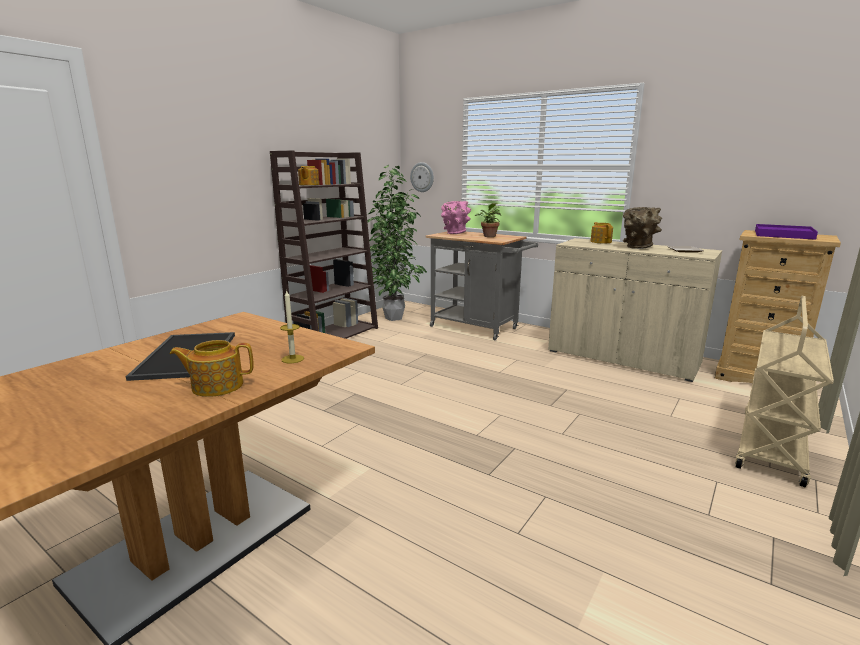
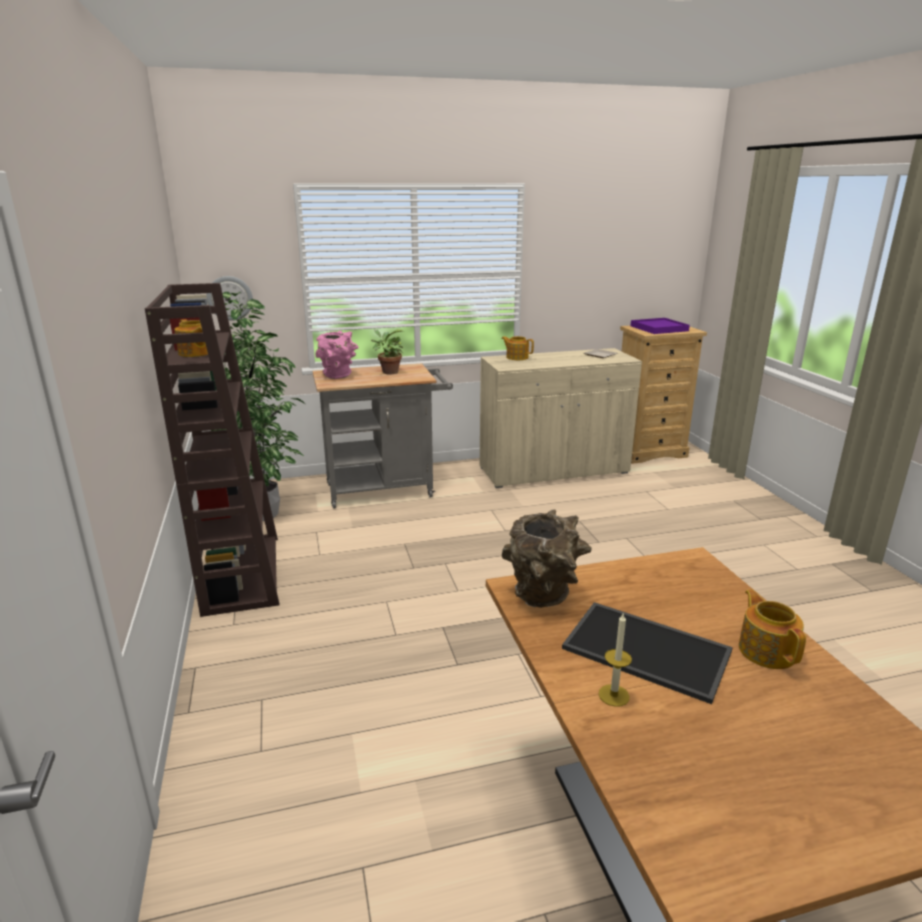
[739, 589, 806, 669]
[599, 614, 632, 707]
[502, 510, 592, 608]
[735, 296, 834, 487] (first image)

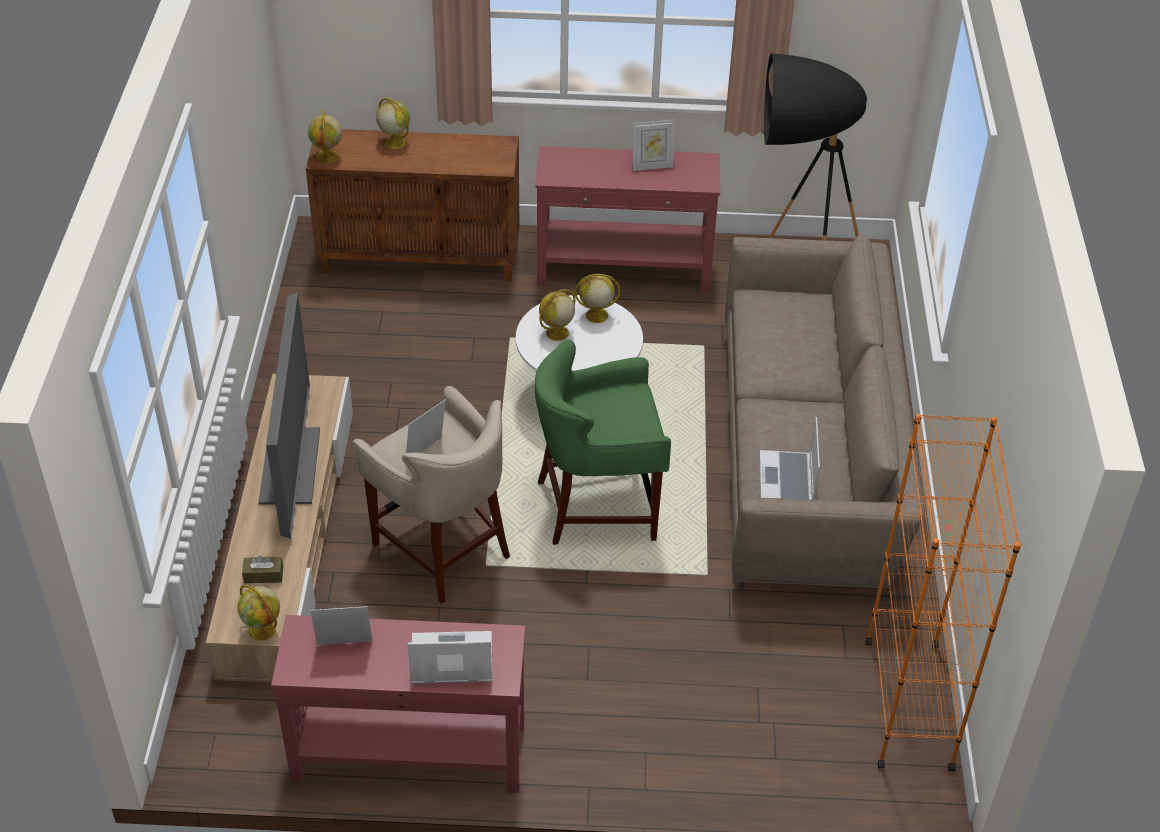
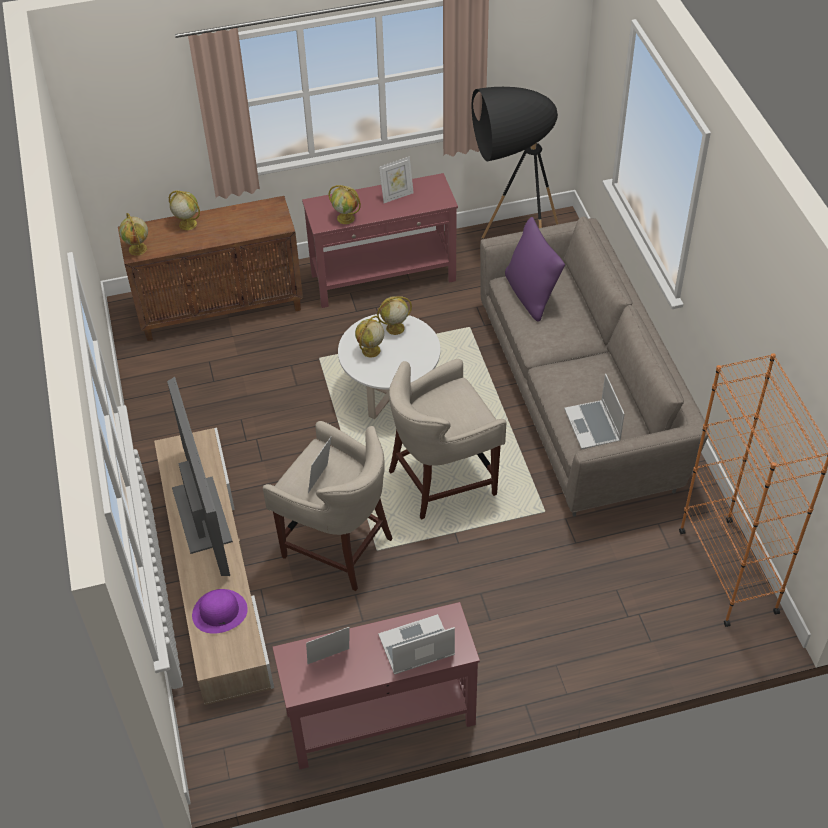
[329, 185, 361, 224]
[192, 589, 248, 634]
[389, 359, 506, 520]
[505, 217, 565, 322]

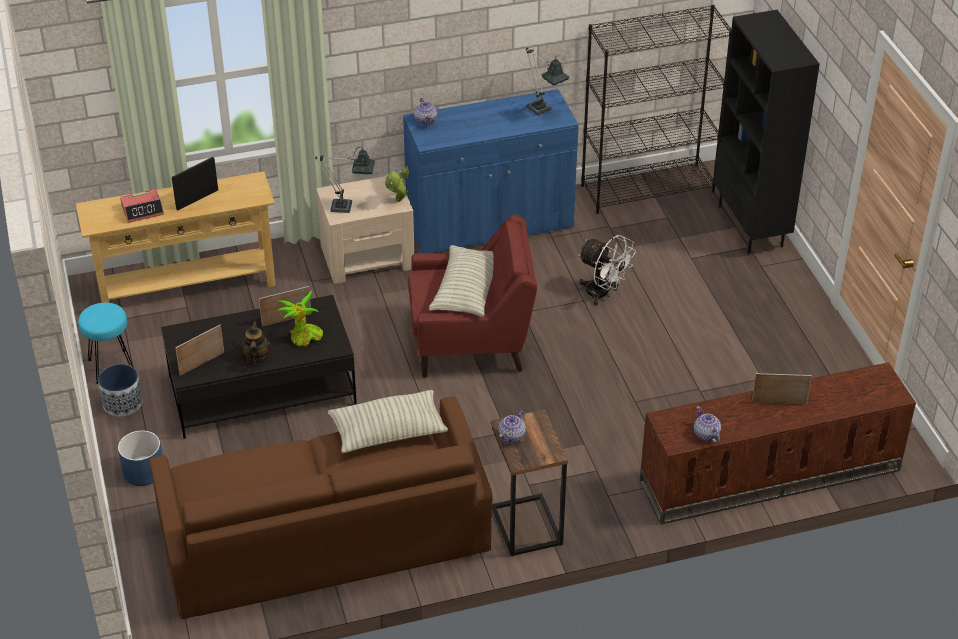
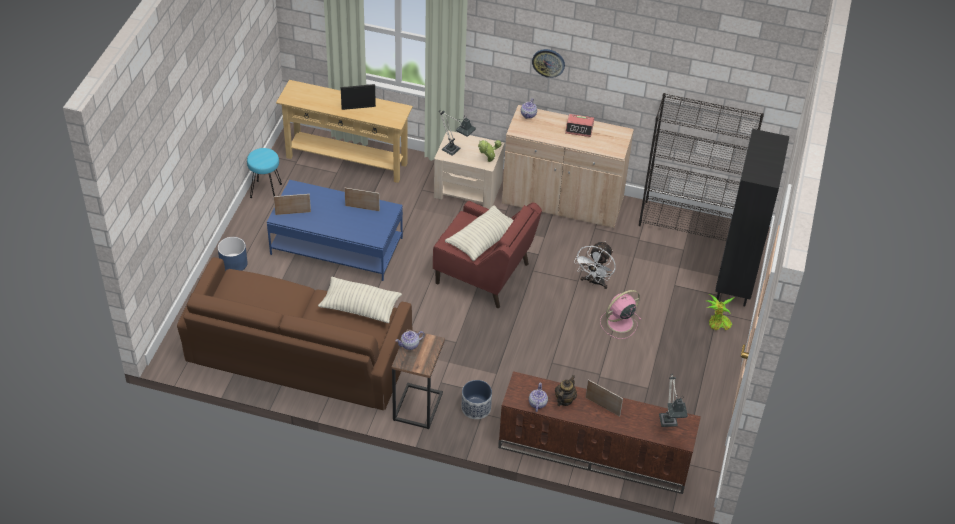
[461, 380, 492, 419]
[565, 114, 594, 137]
[267, 180, 403, 281]
[555, 375, 577, 406]
[706, 294, 735, 330]
[502, 105, 634, 228]
[659, 374, 688, 427]
[574, 241, 616, 289]
[532, 49, 565, 78]
[600, 290, 642, 339]

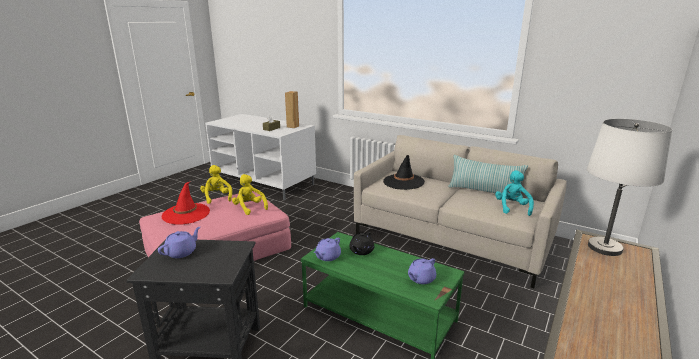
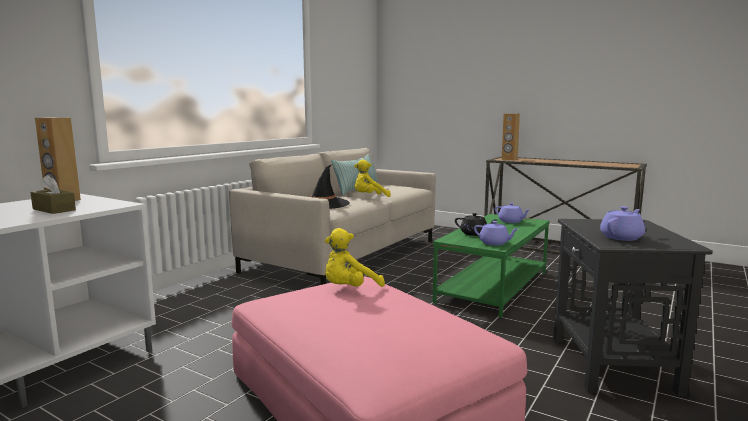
[600, 206, 645, 241]
[162, 181, 210, 225] (first image)
[354, 159, 391, 197]
[495, 170, 534, 216] (first image)
[501, 113, 520, 160]

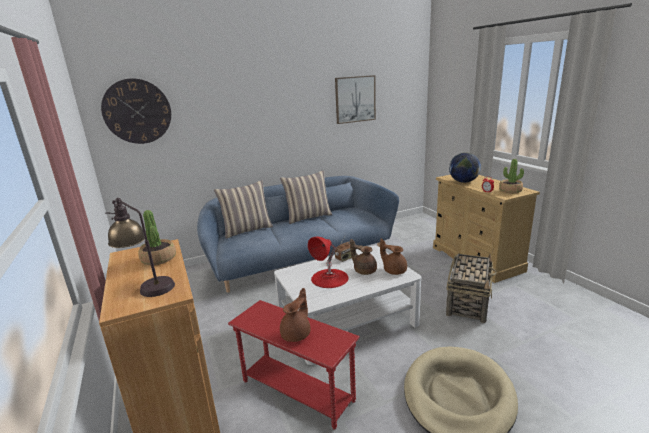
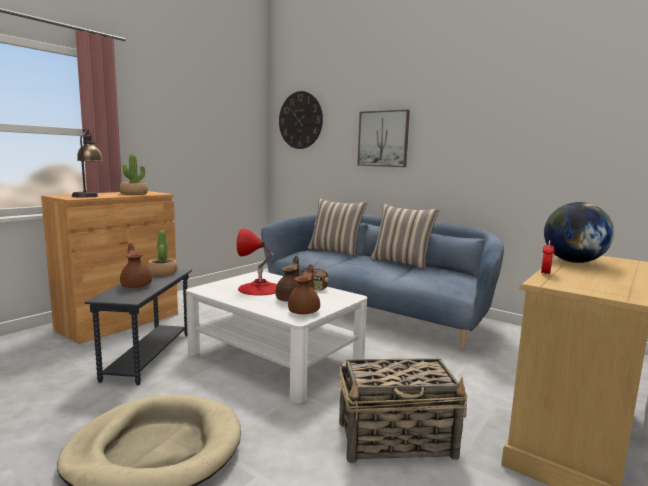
[85, 269, 192, 385]
[120, 243, 152, 288]
[357, 110, 410, 167]
[147, 230, 178, 276]

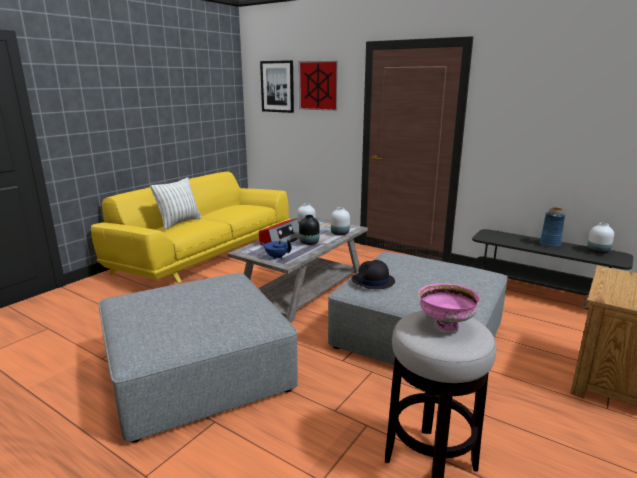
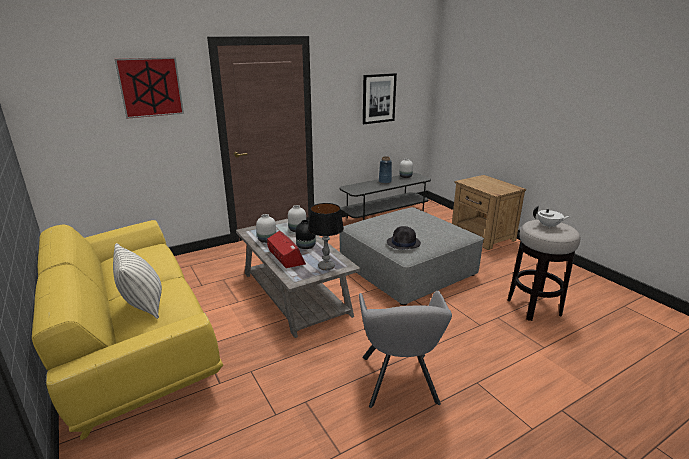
[359, 291, 452, 408]
[363, 73, 397, 124]
[308, 203, 344, 270]
[533, 206, 571, 229]

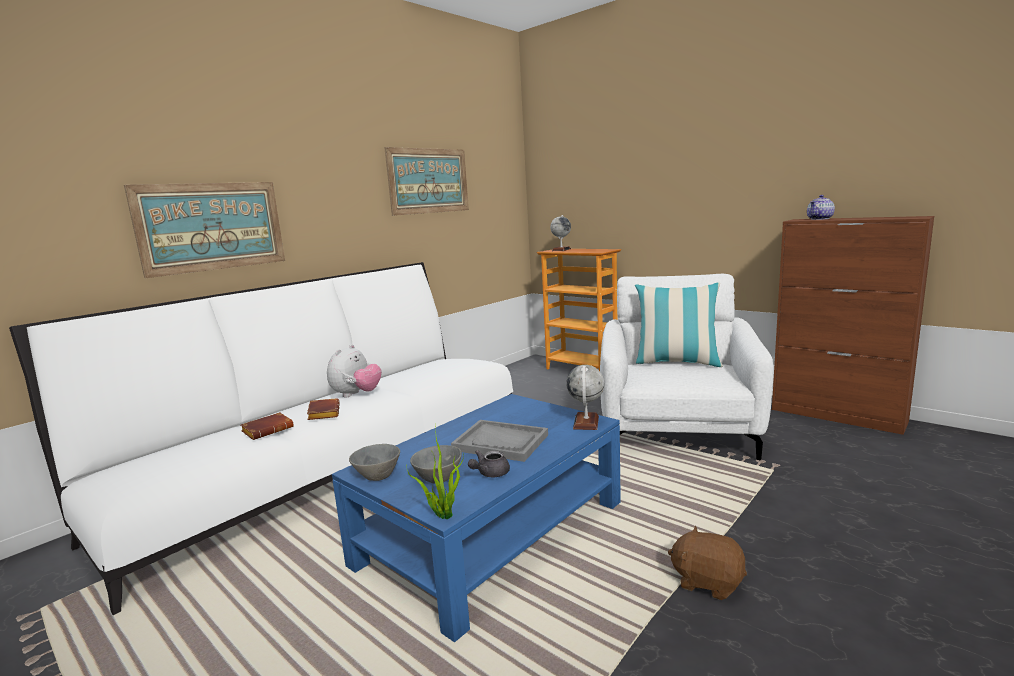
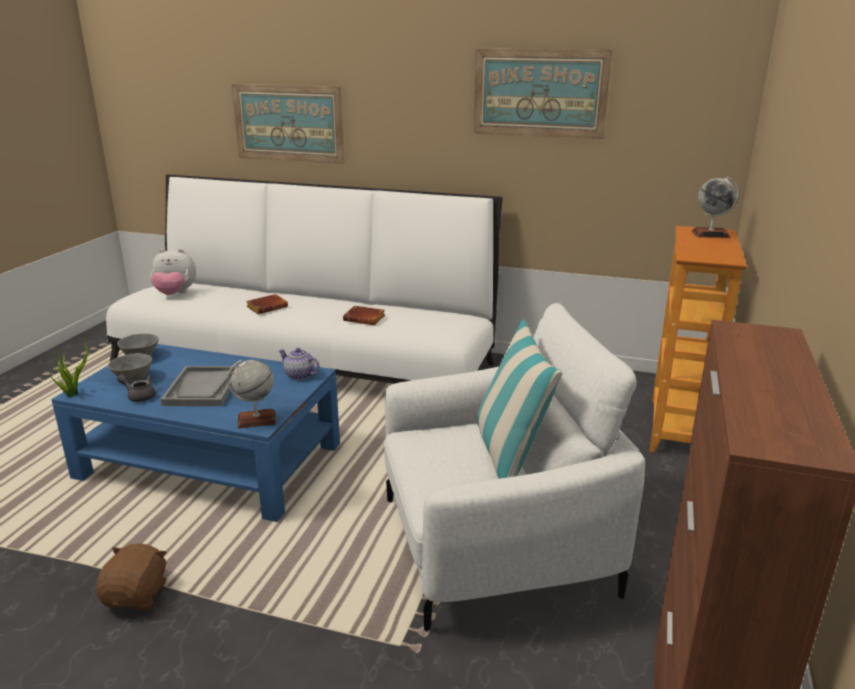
[343, 306, 385, 325]
[150, 249, 196, 295]
[278, 348, 320, 380]

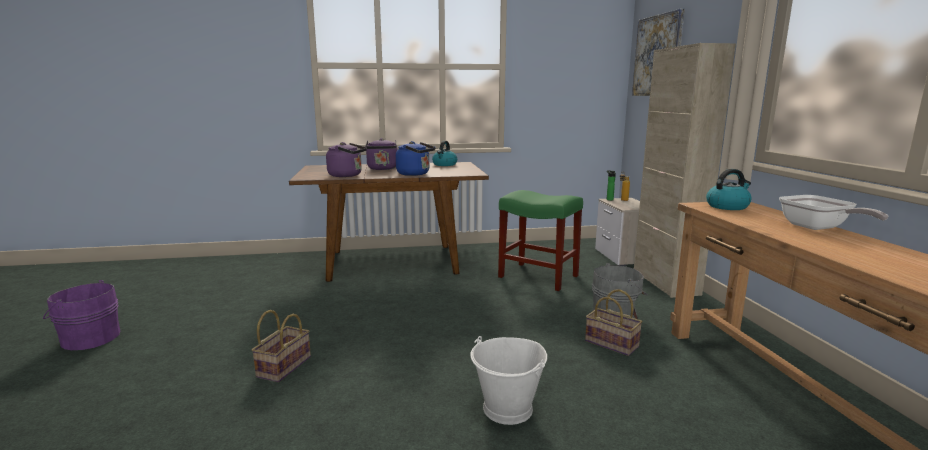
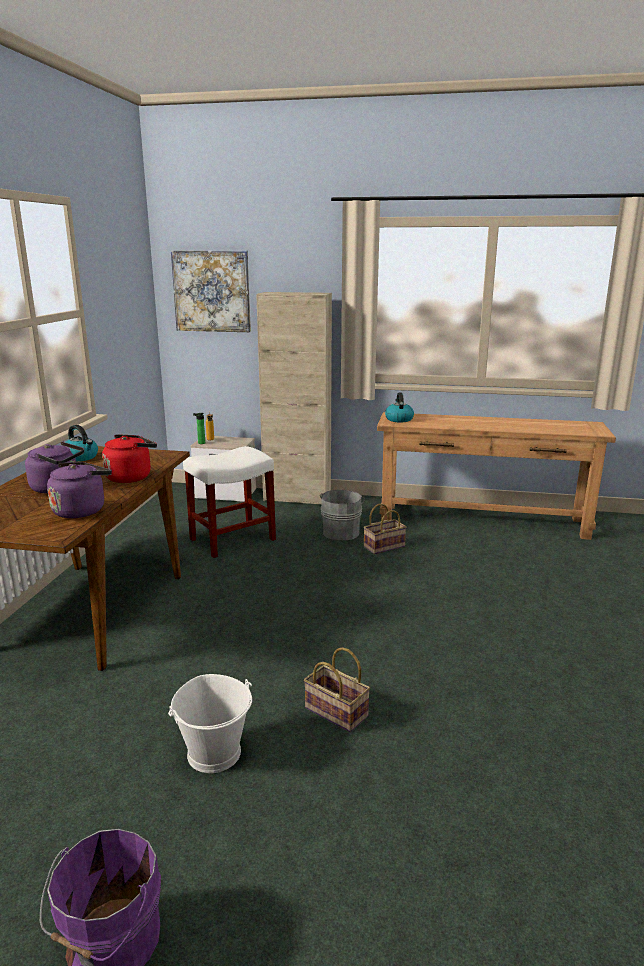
[102, 434, 157, 483]
[168, 674, 252, 773]
[183, 446, 276, 558]
[779, 195, 888, 230] (first image)

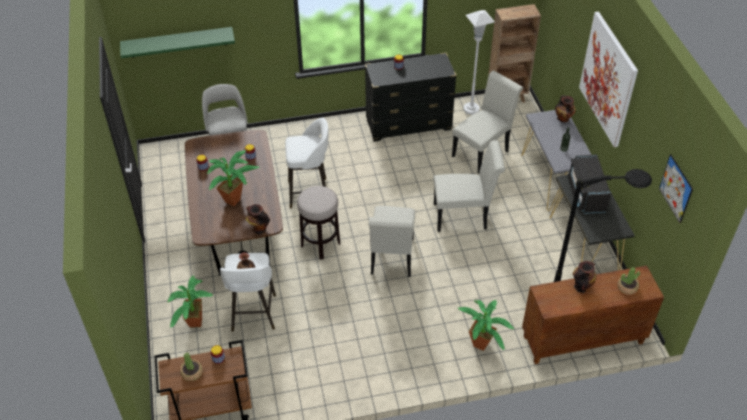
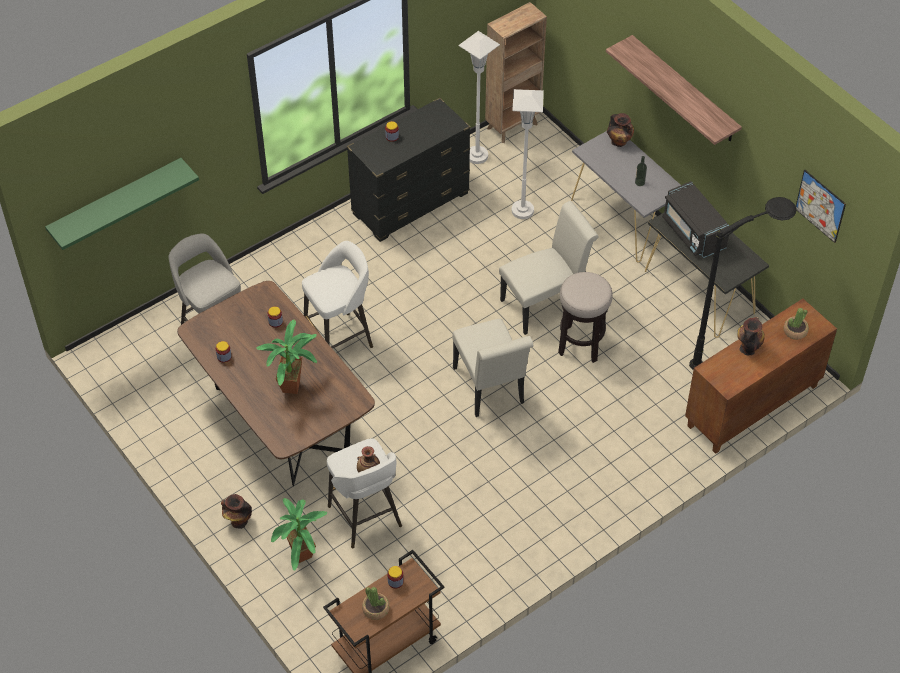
[221, 494, 252, 529]
[558, 272, 613, 363]
[512, 89, 544, 219]
[458, 300, 514, 351] (first image)
[606, 35, 742, 145]

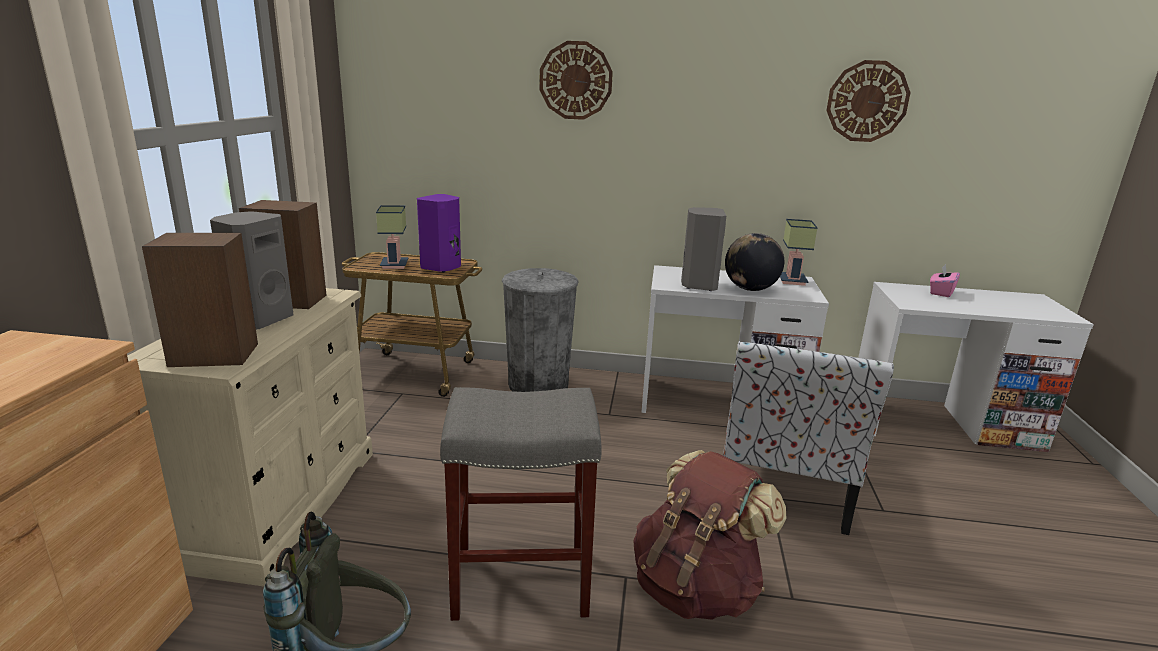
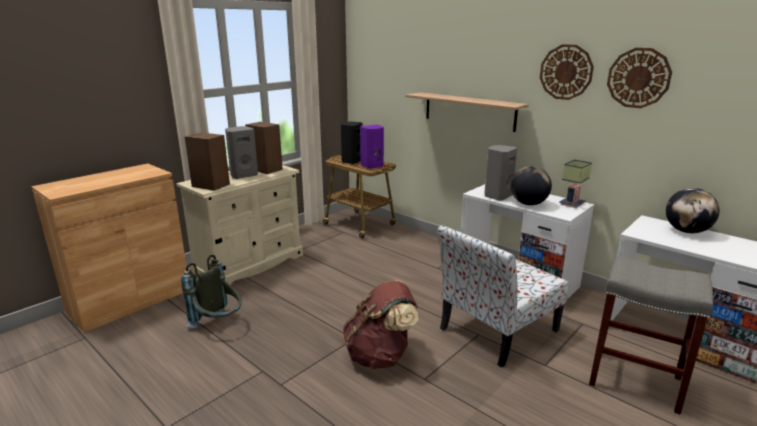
[341, 122, 363, 164]
[589, 256, 713, 414]
[502, 268, 579, 392] (first image)
[540, 44, 594, 100]
[666, 188, 719, 233]
[406, 92, 529, 132]

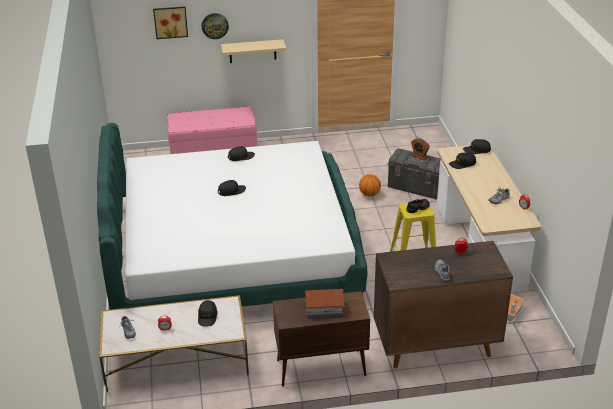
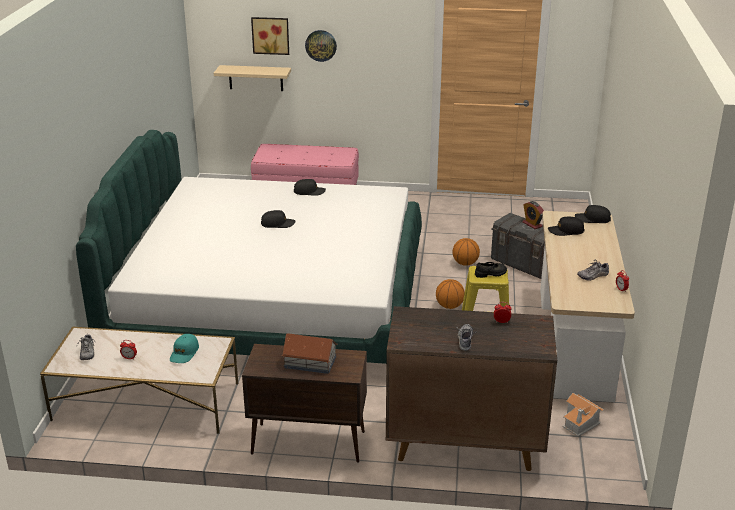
[170, 334, 199, 363]
[214, 65, 291, 91]
[436, 279, 465, 309]

